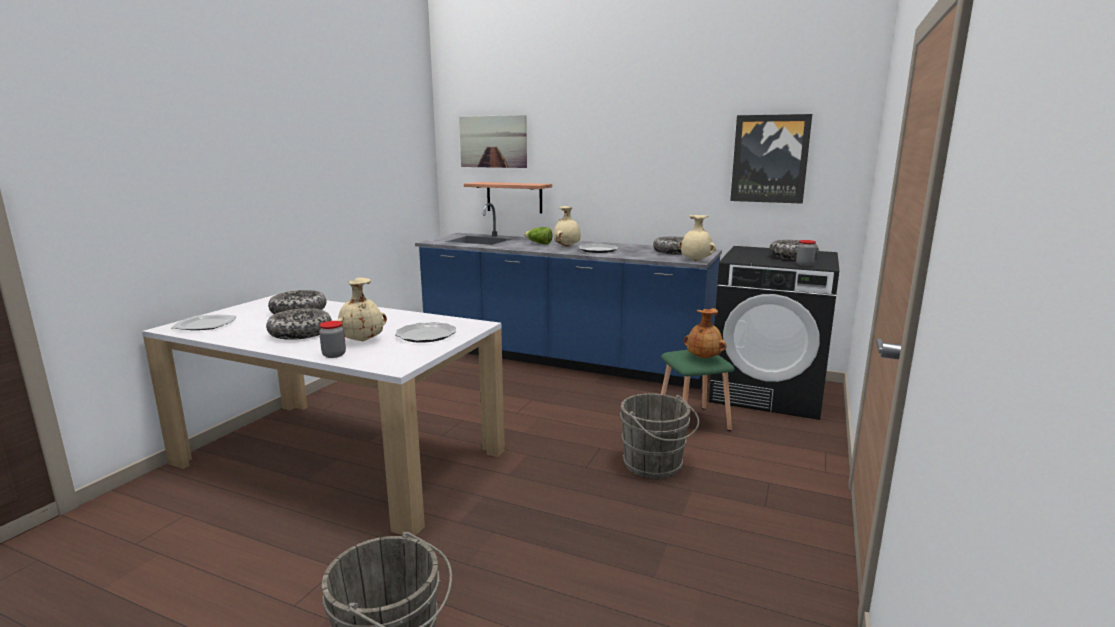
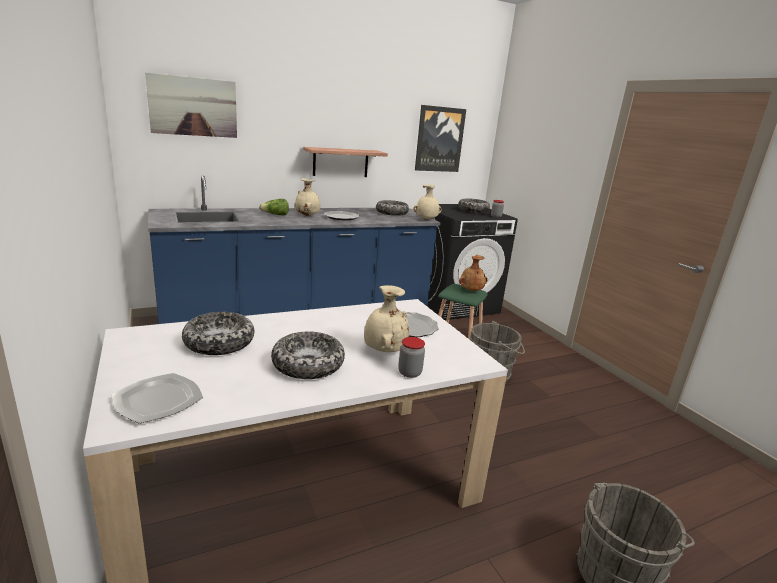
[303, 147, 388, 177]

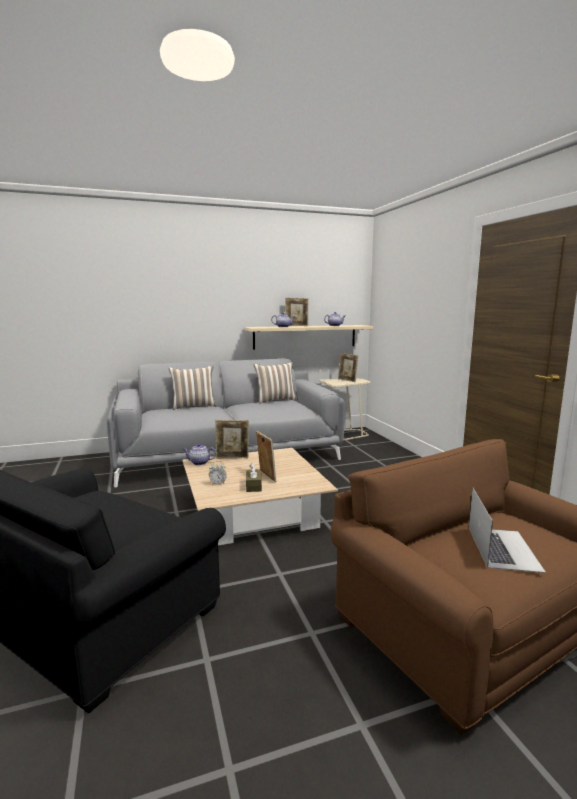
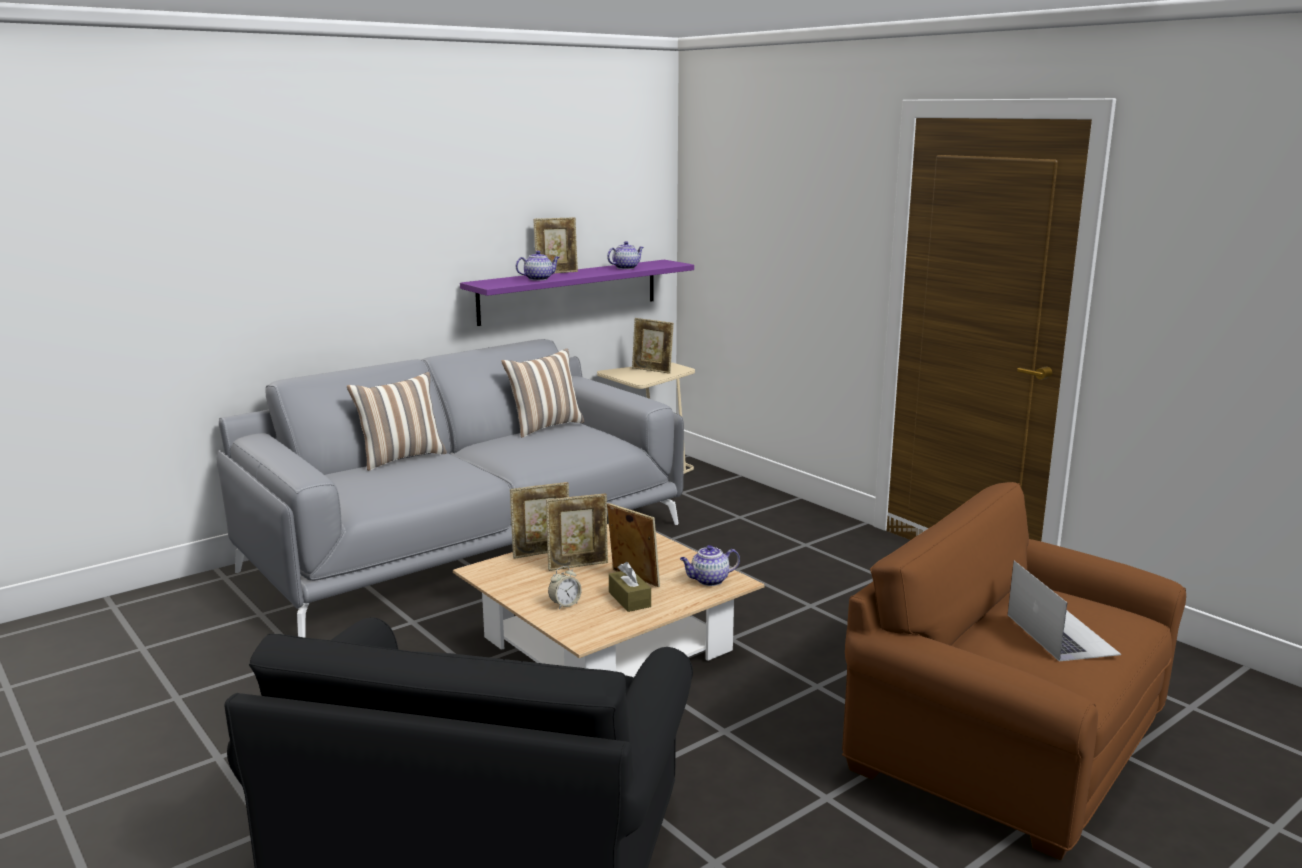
[680, 545, 740, 586]
[460, 260, 694, 326]
[546, 494, 608, 571]

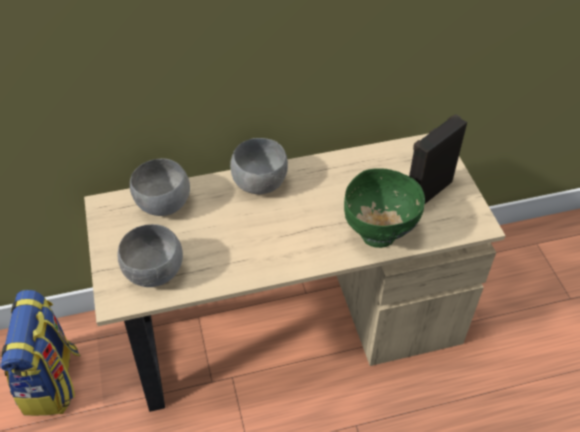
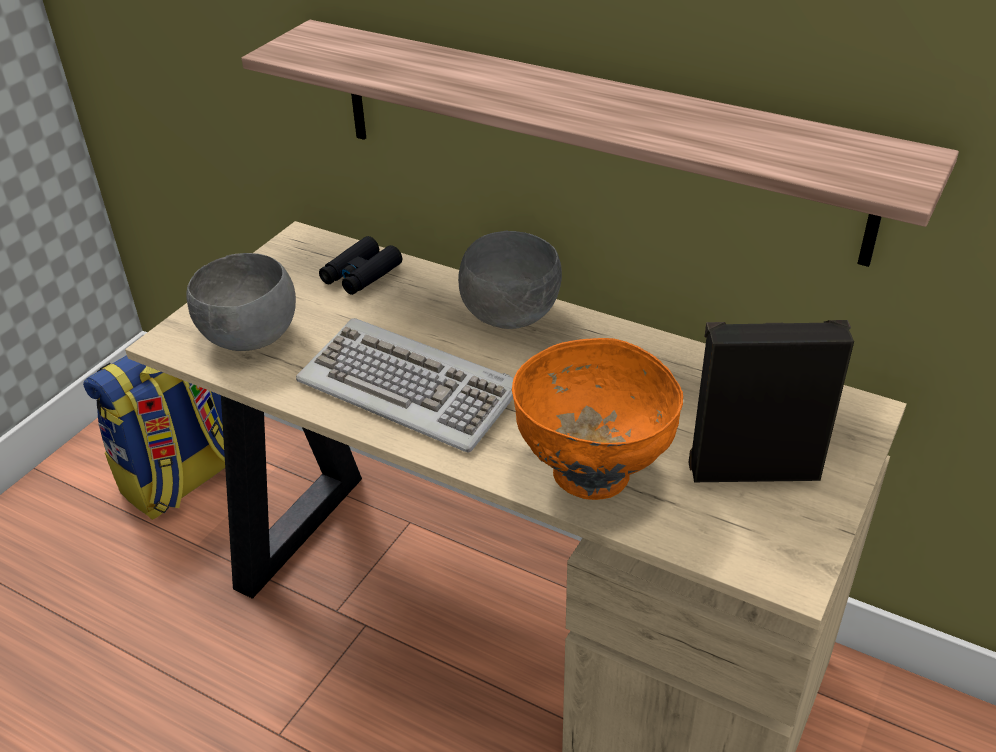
[319, 236, 402, 295]
[512, 338, 683, 500]
[241, 20, 959, 267]
[296, 318, 513, 453]

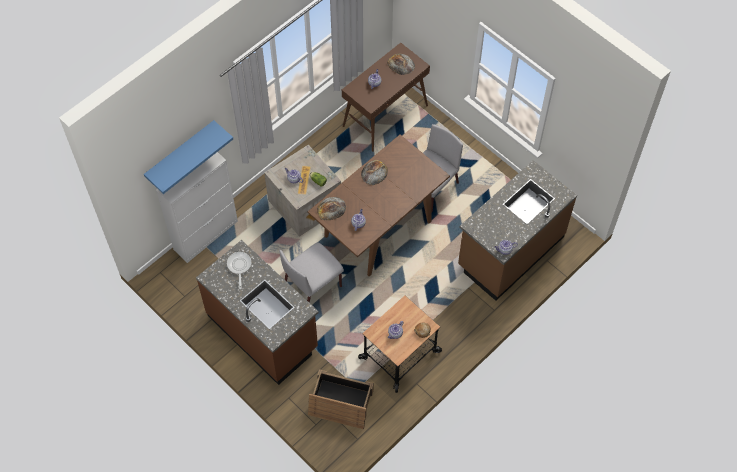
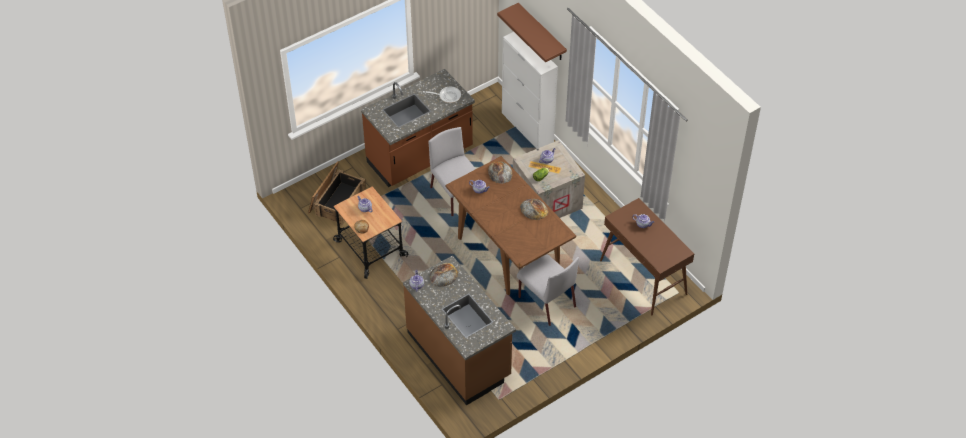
[497, 3, 567, 62]
[430, 263, 458, 287]

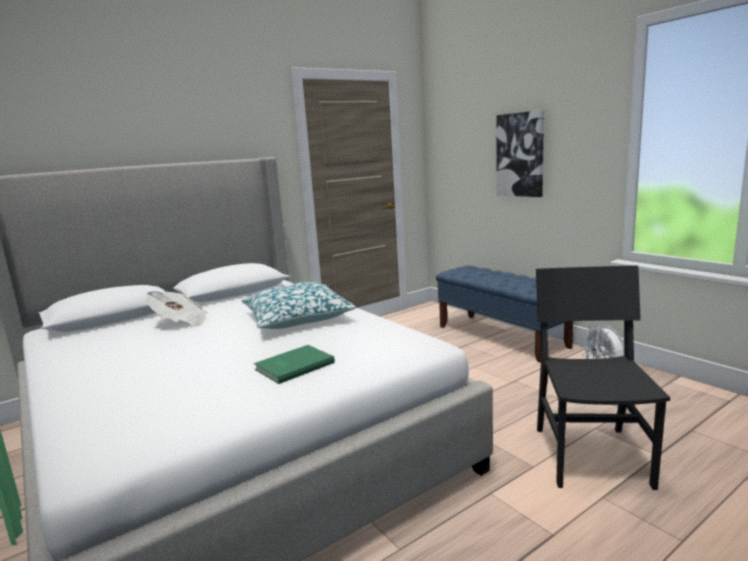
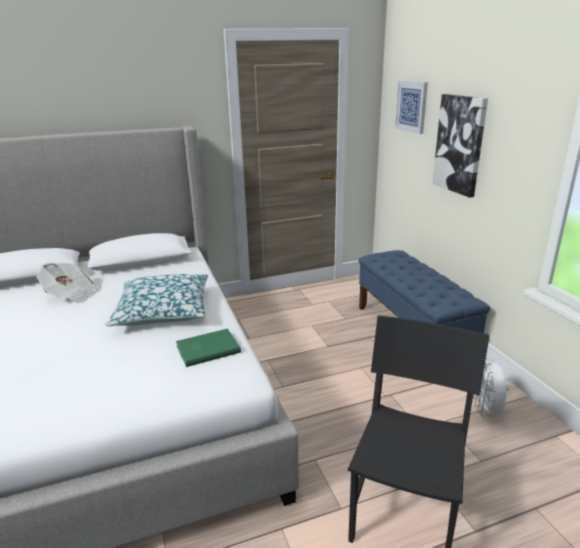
[176, 329, 241, 367]
[395, 80, 428, 134]

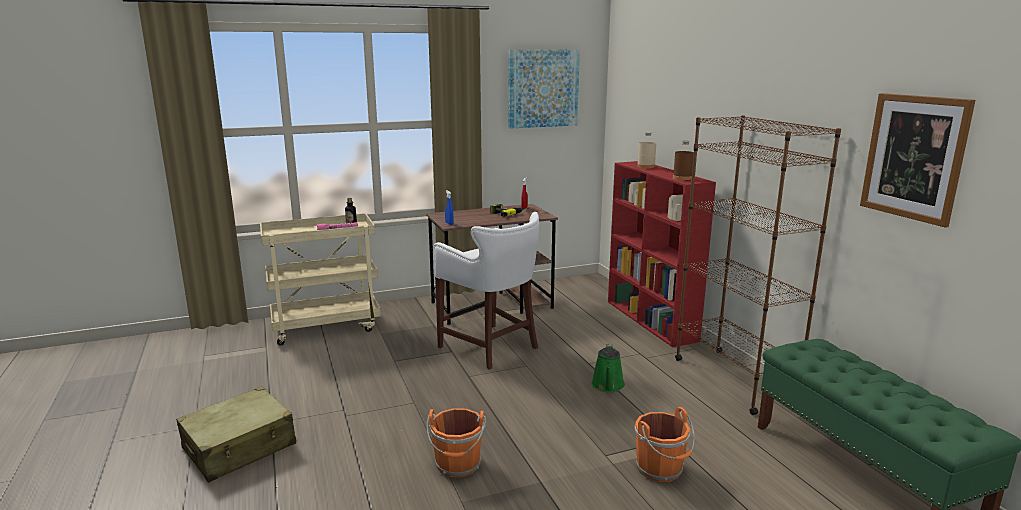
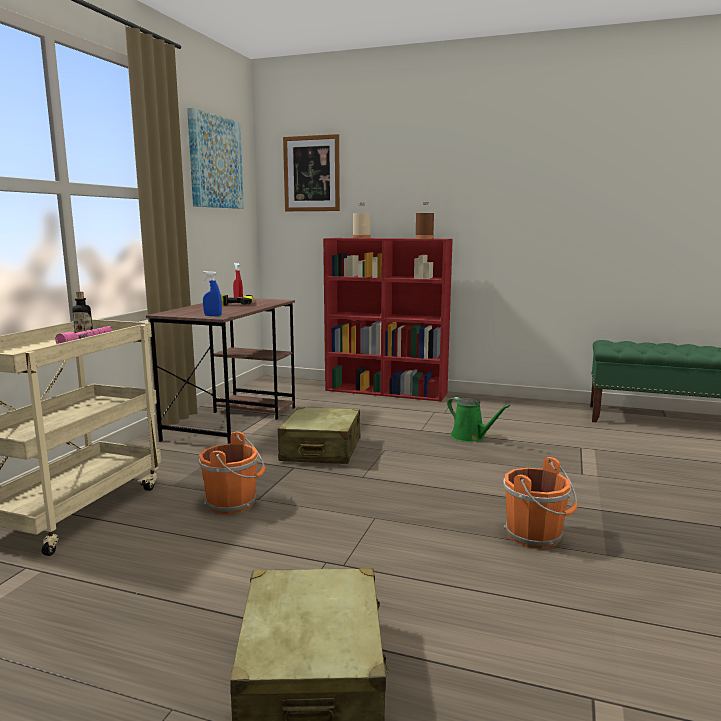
[278, 407, 360, 464]
[199, 432, 265, 514]
[675, 115, 841, 415] (first image)
[283, 134, 340, 211]

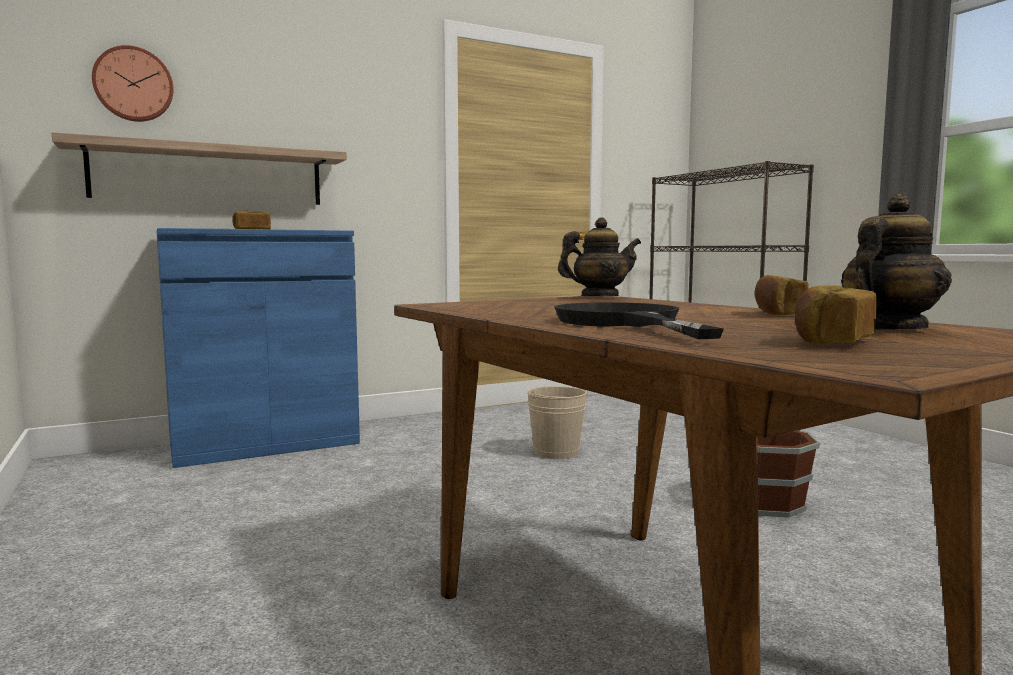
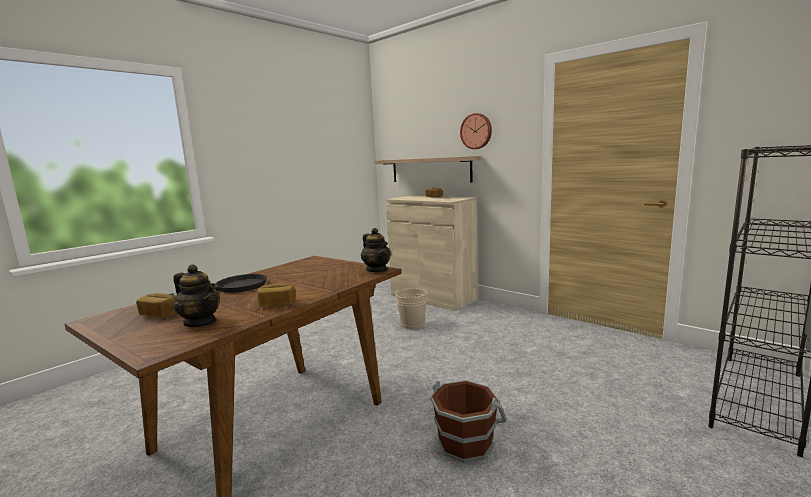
[460, 113, 492, 149]
[386, 195, 478, 311]
[395, 288, 427, 329]

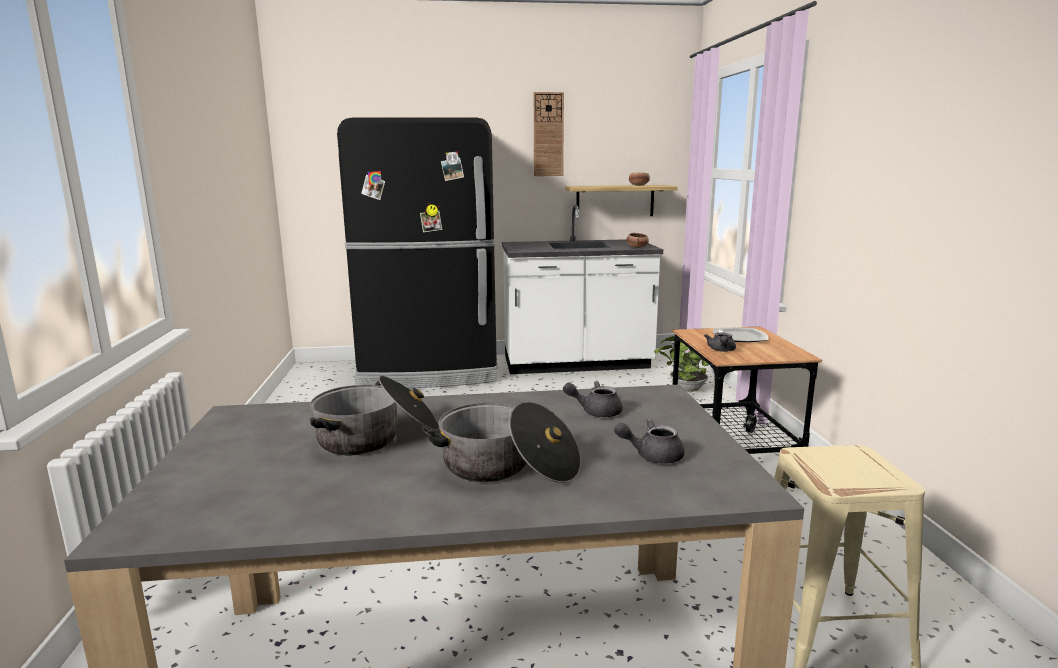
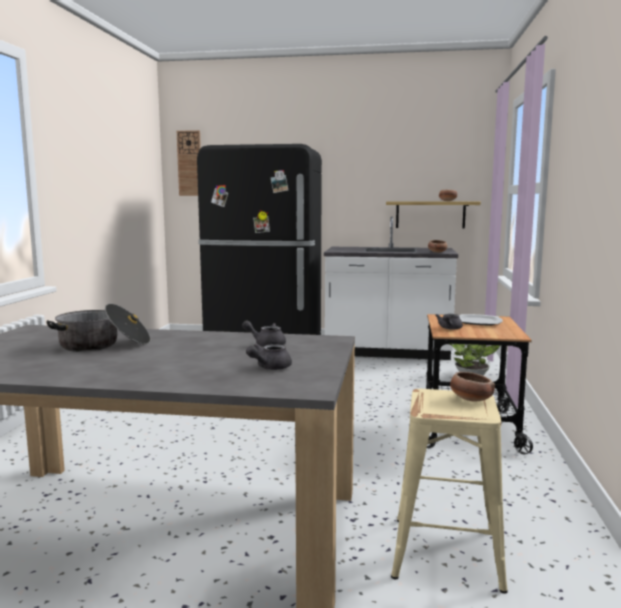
[422, 402, 581, 483] (first image)
[177, 130, 201, 196]
[246, 343, 292, 370]
[450, 372, 495, 401]

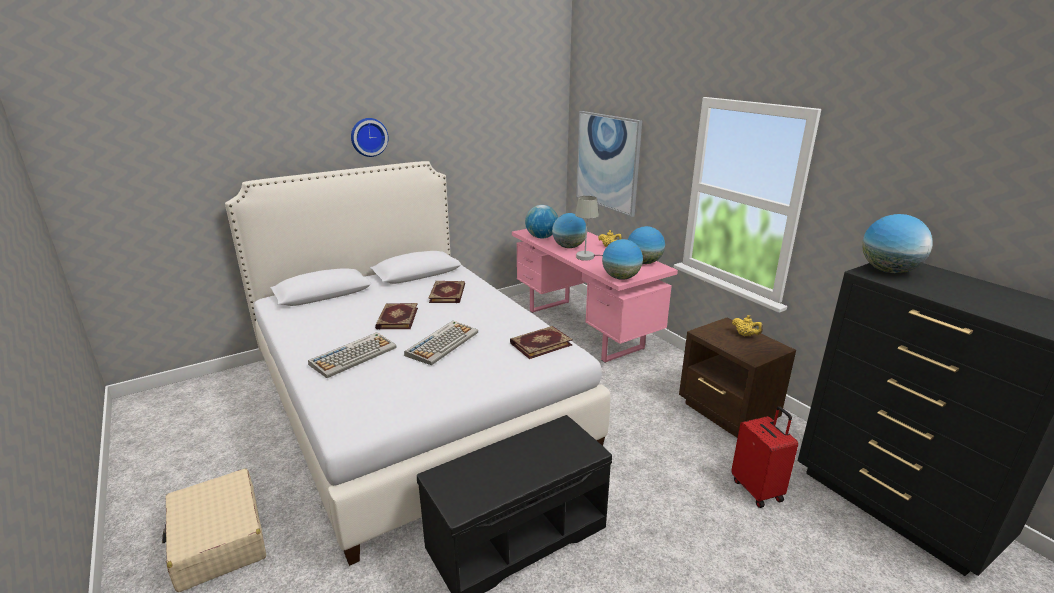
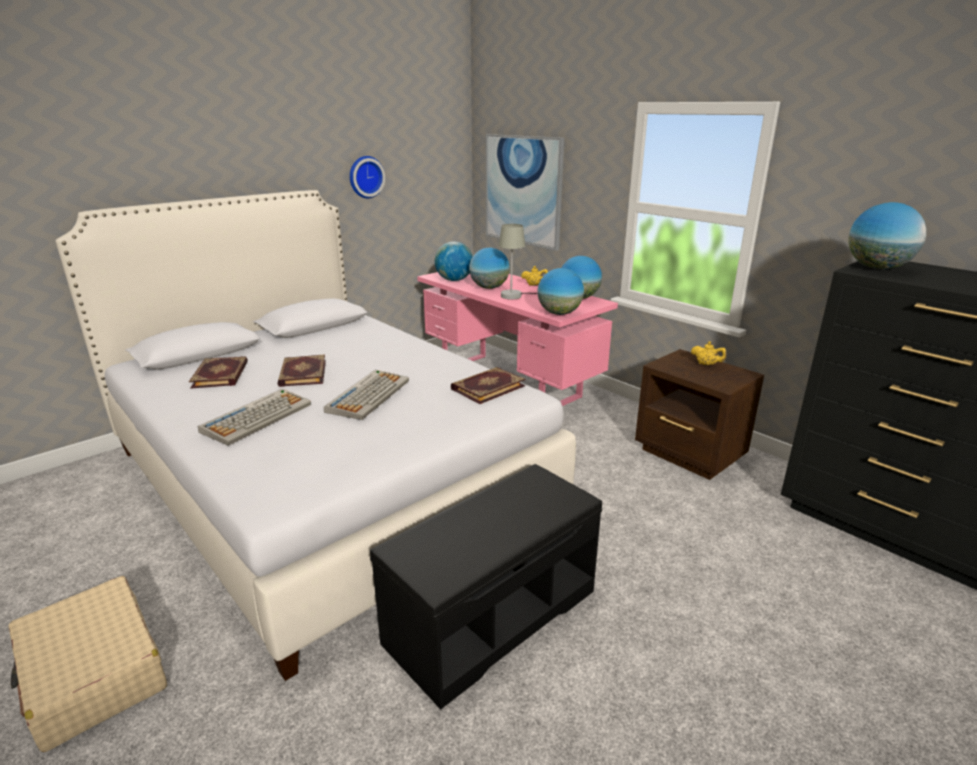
[350, 156, 385, 198]
[189, 356, 248, 389]
[731, 406, 798, 508] (first image)

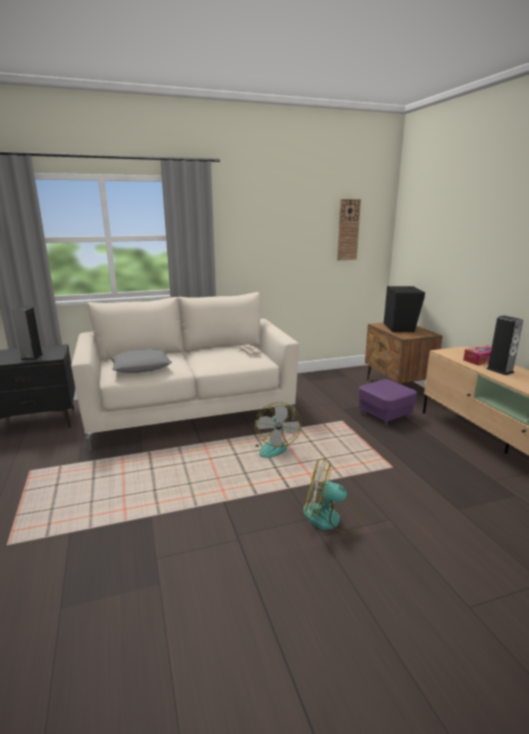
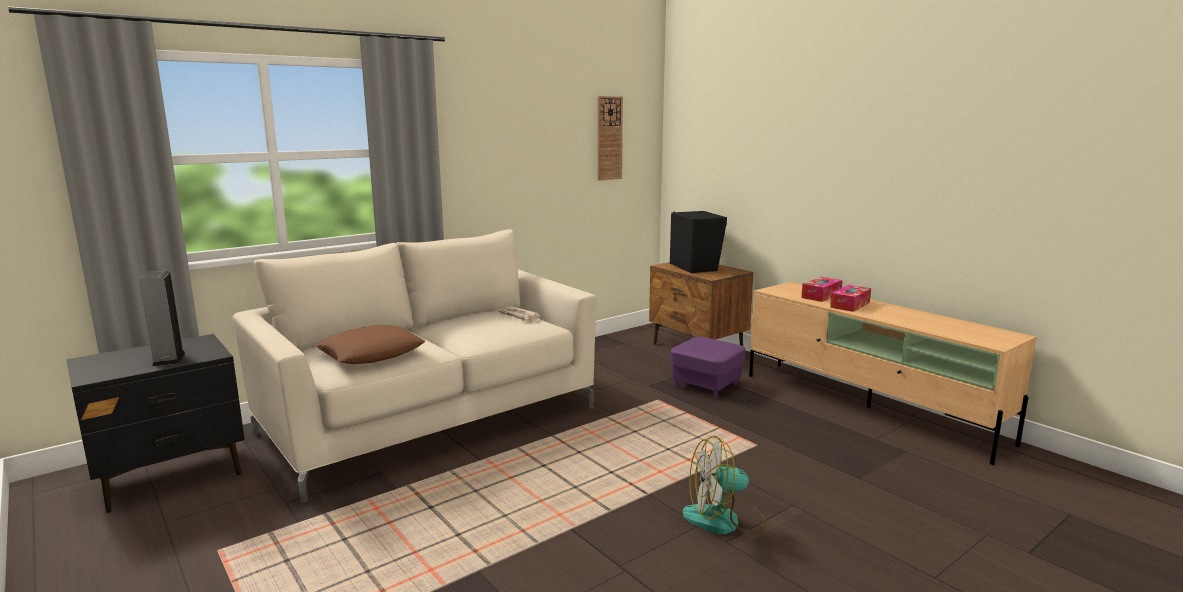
[315, 325, 425, 364]
[255, 402, 302, 458] (first image)
[830, 285, 871, 312]

